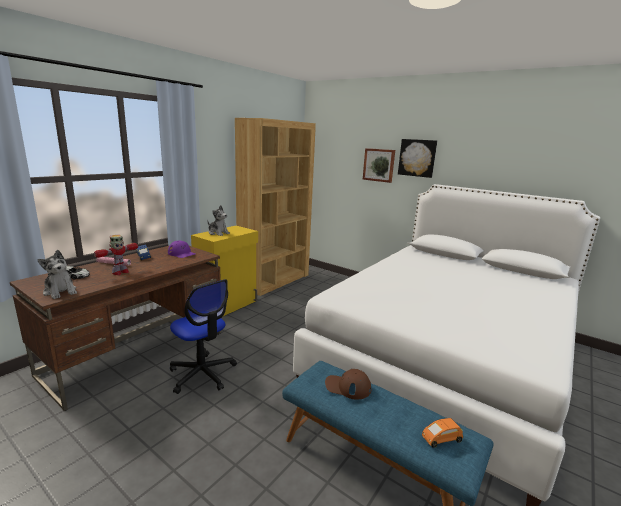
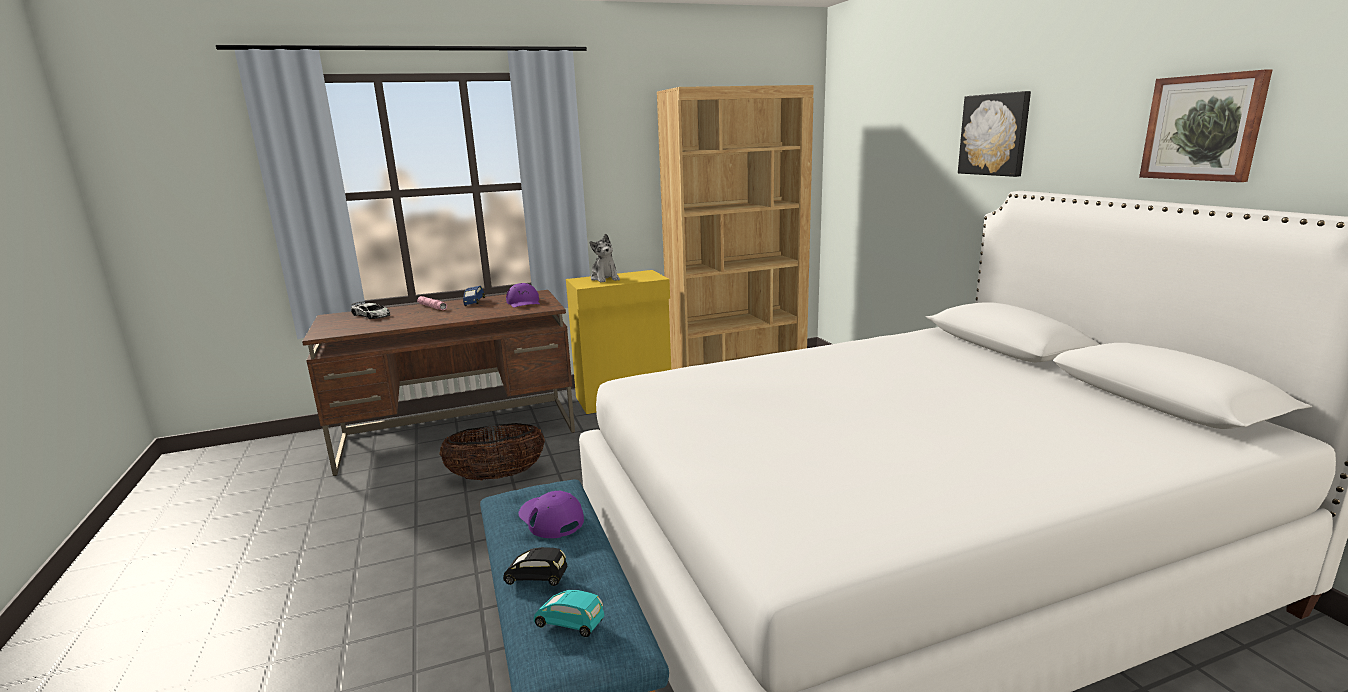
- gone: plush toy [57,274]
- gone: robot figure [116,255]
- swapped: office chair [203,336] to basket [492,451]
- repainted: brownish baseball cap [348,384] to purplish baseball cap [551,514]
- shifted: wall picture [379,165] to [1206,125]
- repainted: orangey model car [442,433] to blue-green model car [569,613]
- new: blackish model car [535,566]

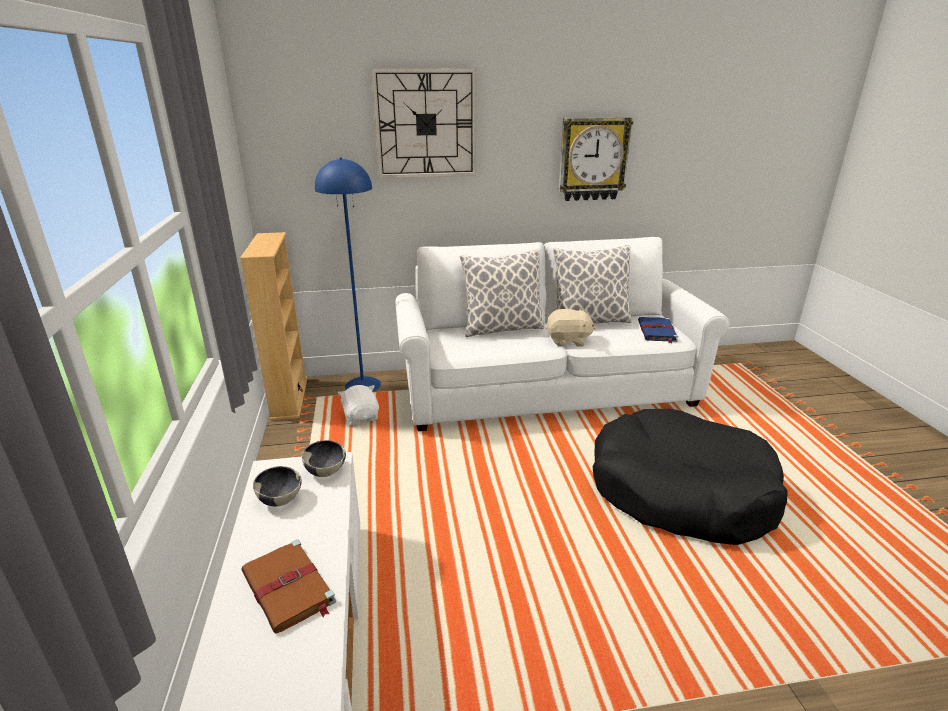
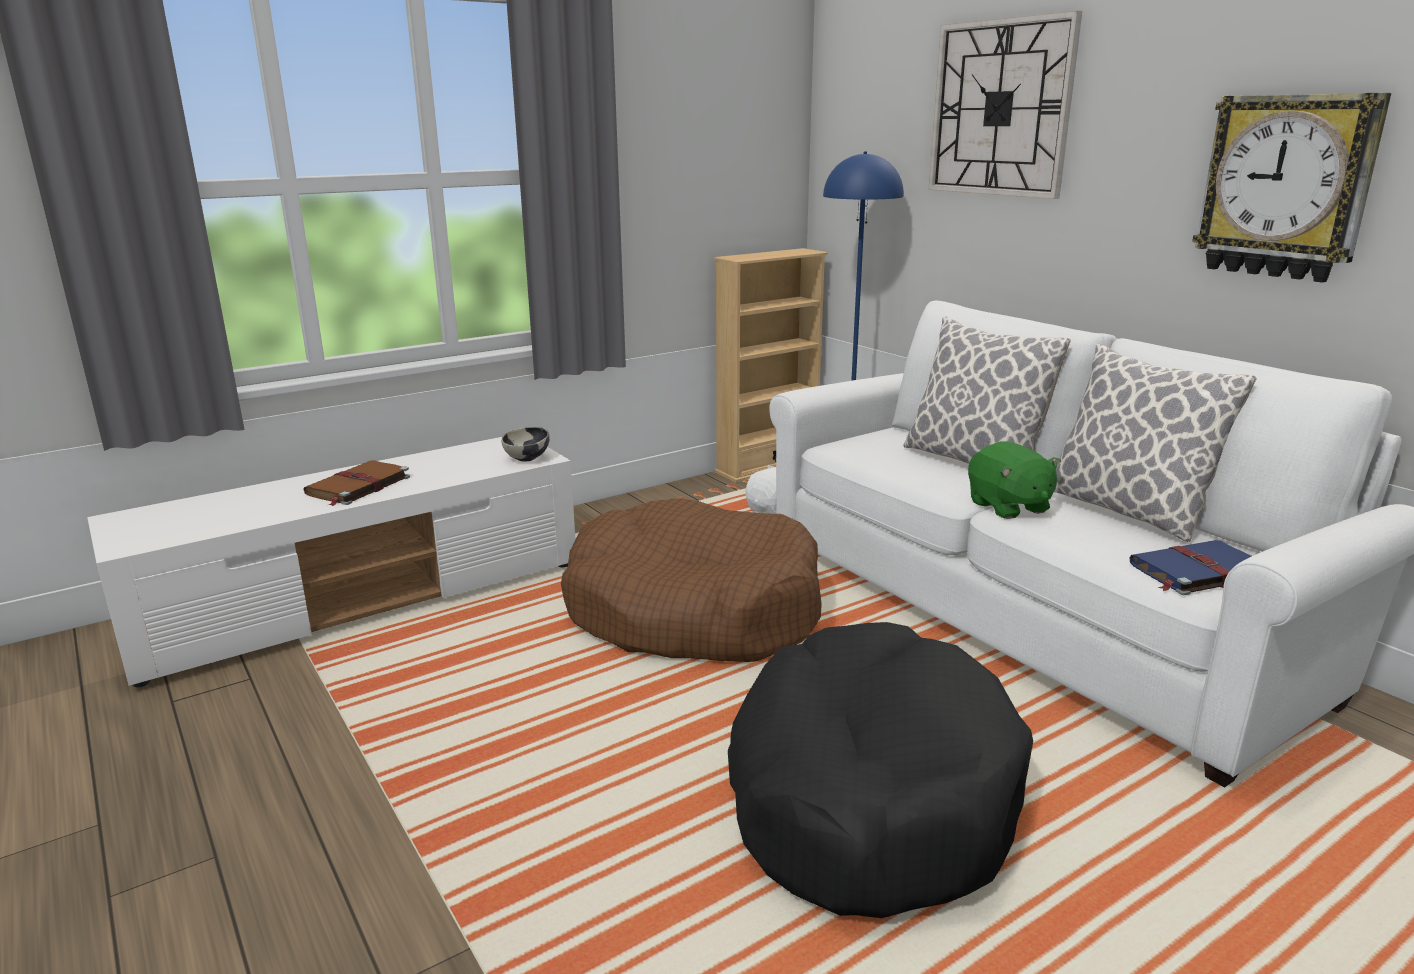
- gone: serving bowl [277,486]
- repainted: beige-coloured plush toy [571,327] to greenish plush toy [1014,480]
- new: brownish pet bed [691,580]

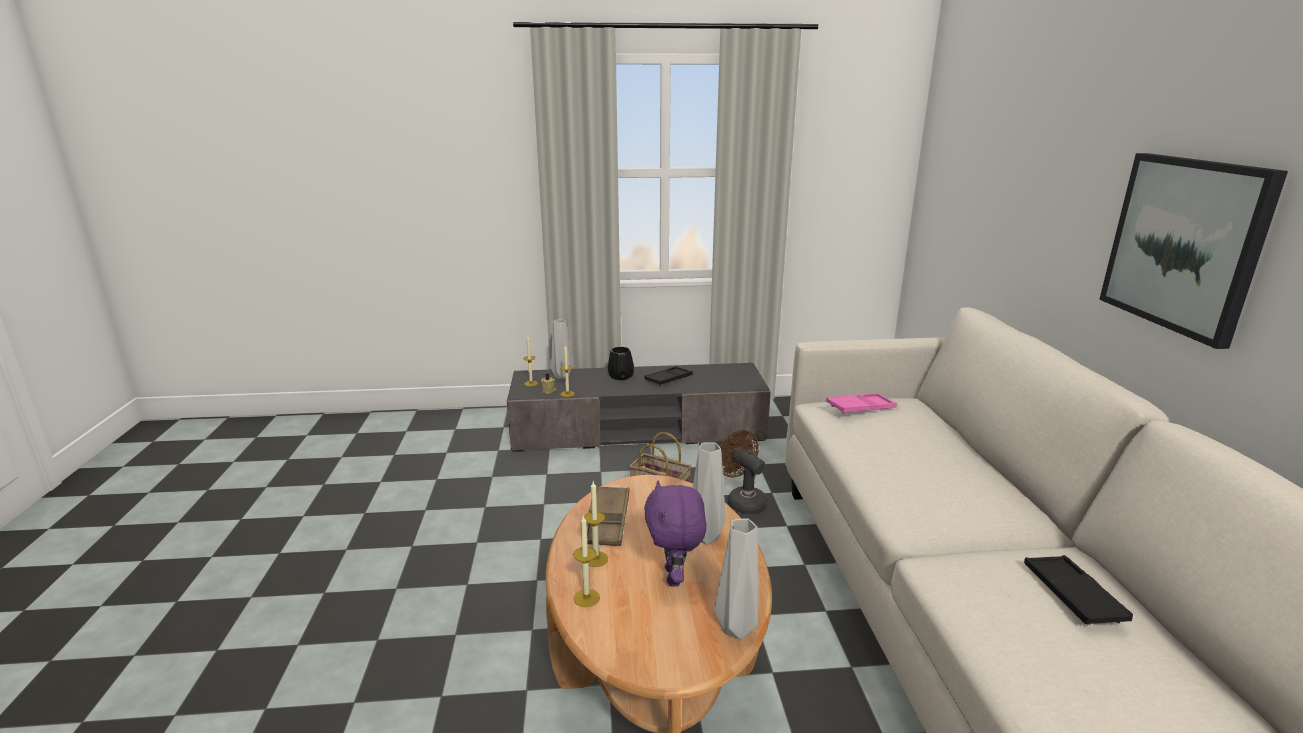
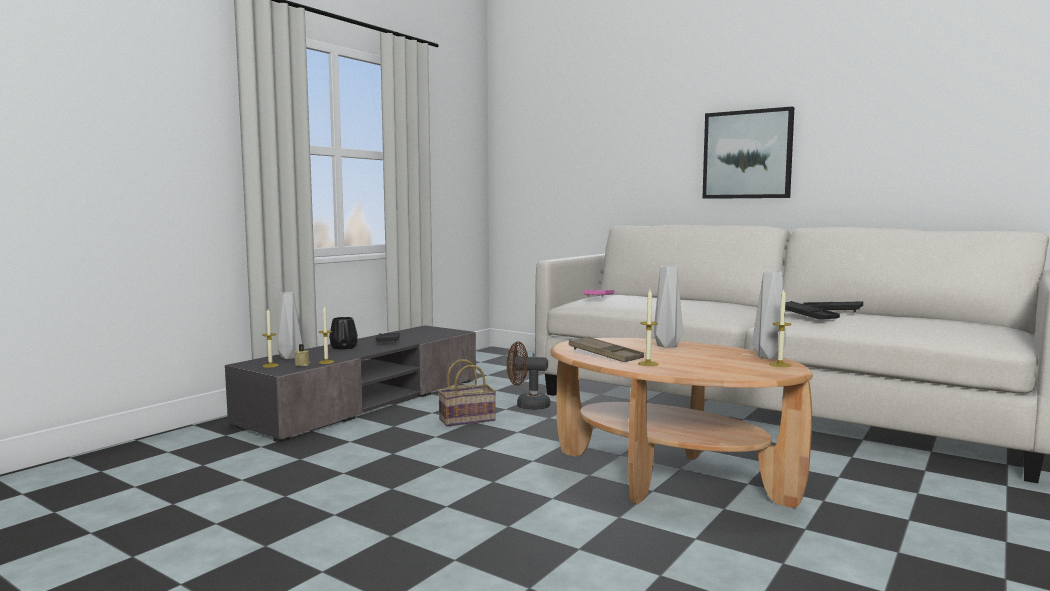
- shifted: candle [586,561] to [780,328]
- gone: purplish plush toy [675,534]
- new: blackish tray [812,310]

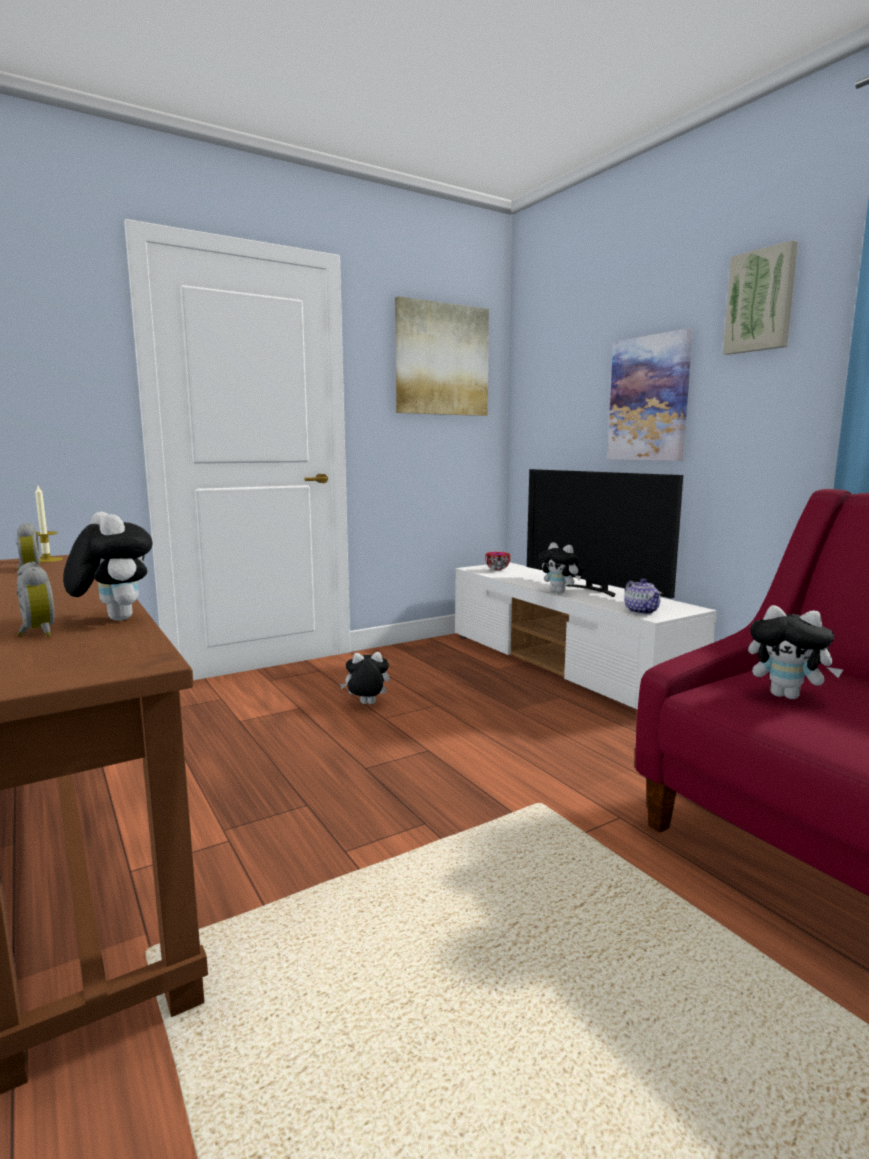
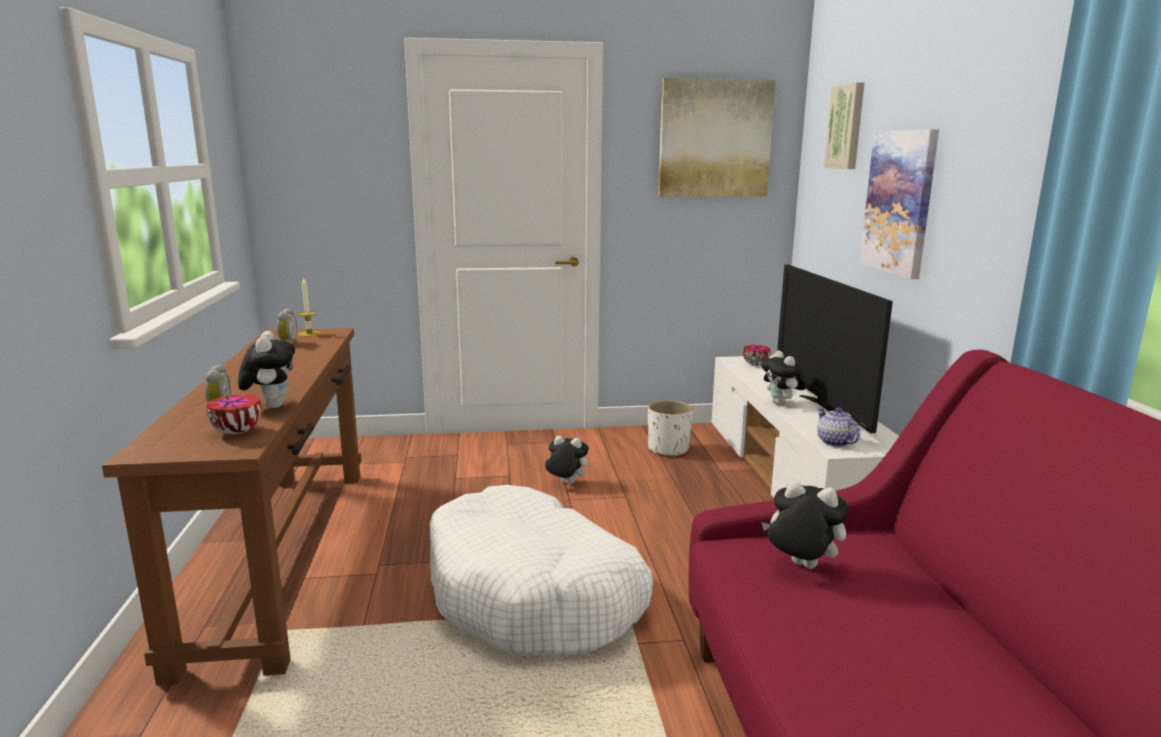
- rotated: tea pot [643,596] = [838,427] 150 degrees clockwise
- shifted: wall picture [760,297] to [844,125]
- rotated: plush toy [796,652] = [805,524] 150 degrees clockwise
- new: serving bowl [233,414]
- new: white pet bed [541,570]
- new: white plant pot [670,428]

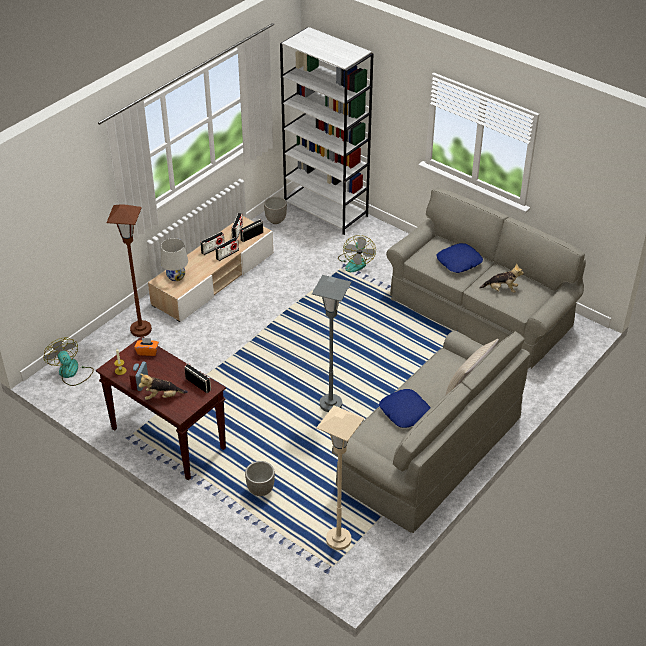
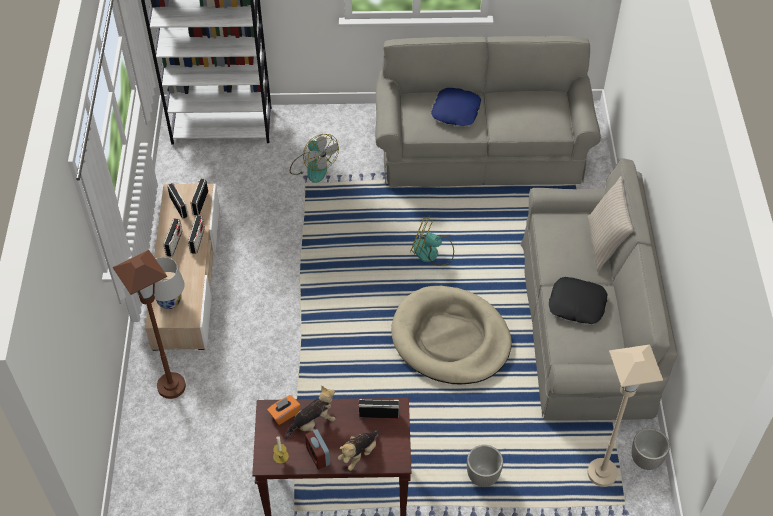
- shifted: cooling fan [68,361] to [432,240]
- shifted: plant pot [275,210] to [651,449]
- swapped: greyish floor lamp [331,343] to beige-coloured pet bed [451,335]
- repainted: bluish throw pillow [405,408] to blackish throw pillow [578,300]
- shifted: plush toy [502,278] to [310,412]

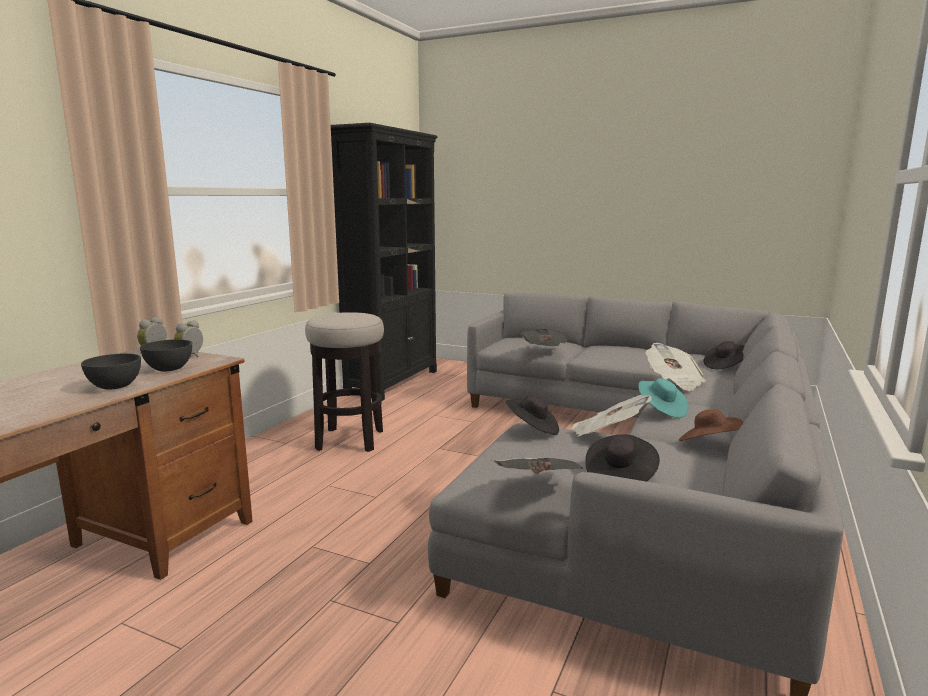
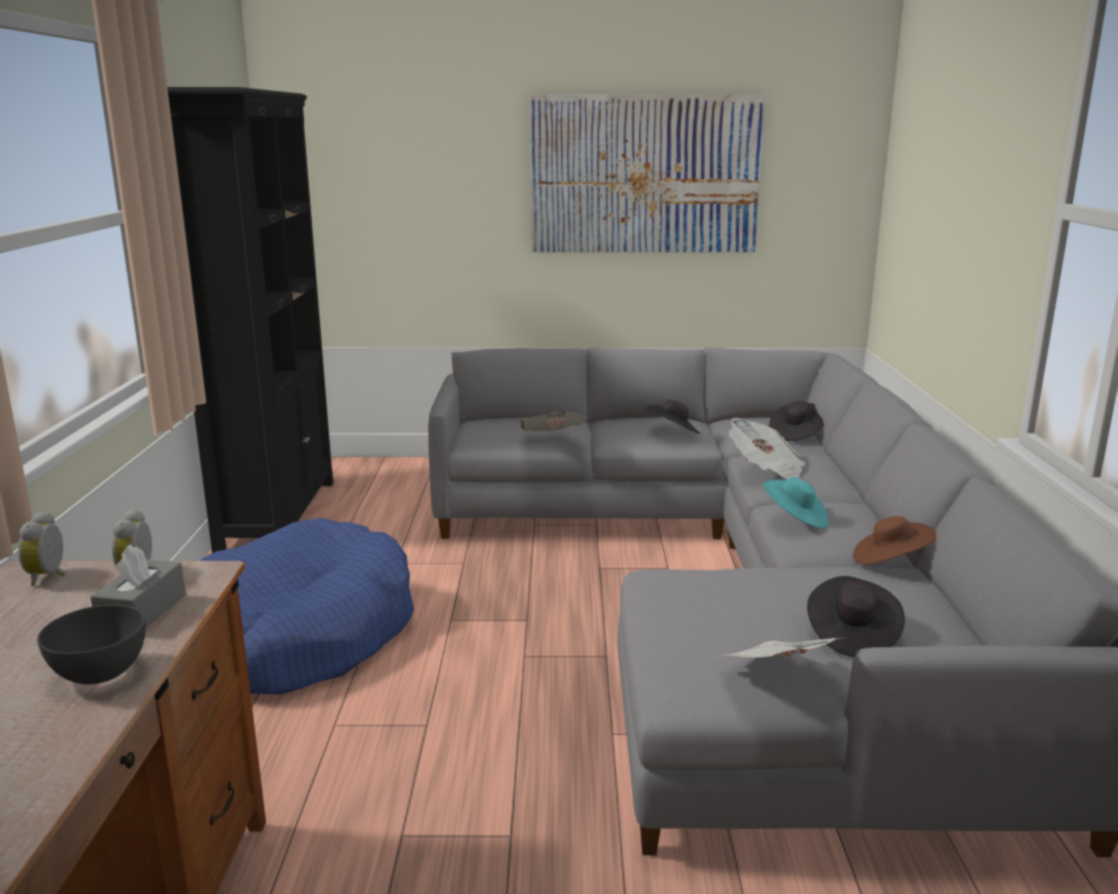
- swapped: greyish serving bowl [166,355] to greyish tissue box [138,586]
- swapped: sitting stool [344,382] to bluish pet bed [307,606]
- shifted: blackish wearable hat [532,415] to [673,417]
- gone: newspaper [612,416]
- new: wall picture [647,173]

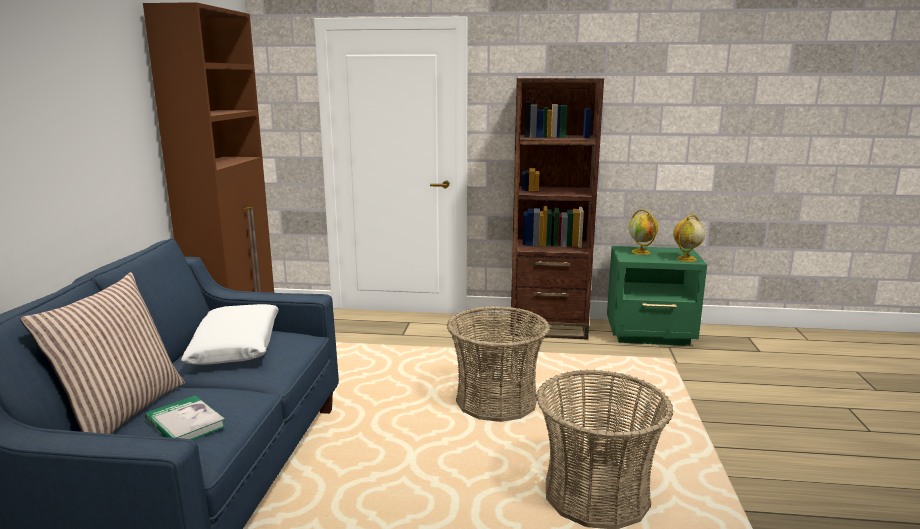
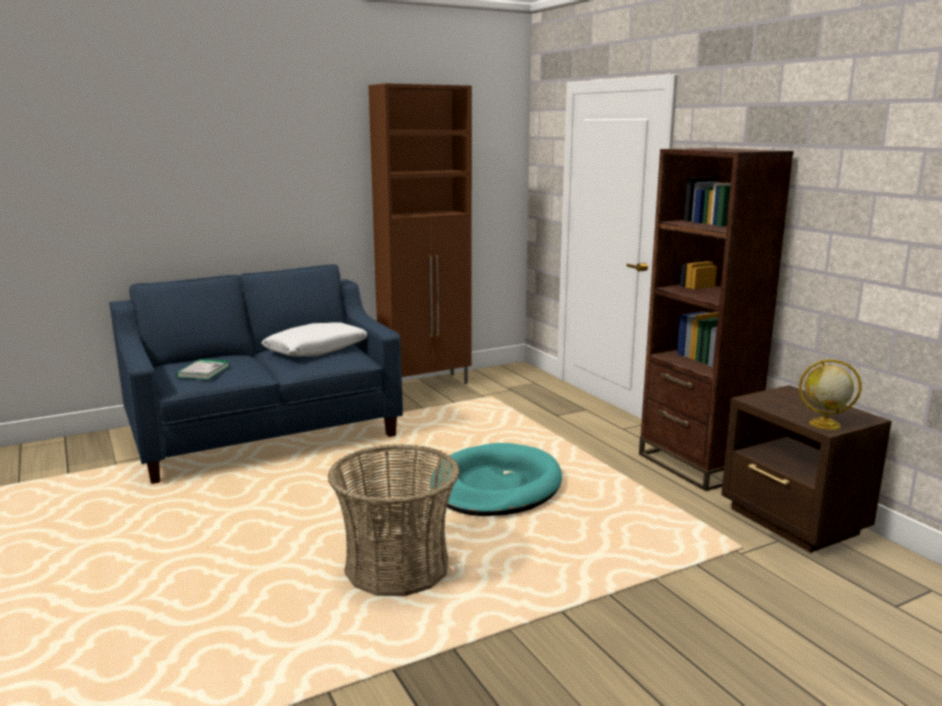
- gone: throw pillow [102,353]
- swapped: basket [498,364] to blue-green pet bed [496,479]
- repainted: greenish bedside table [657,296] to brownish bedside table [806,469]
- gone: world globe [644,232]

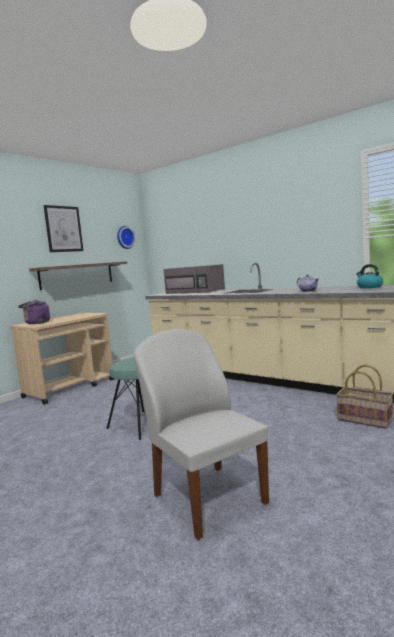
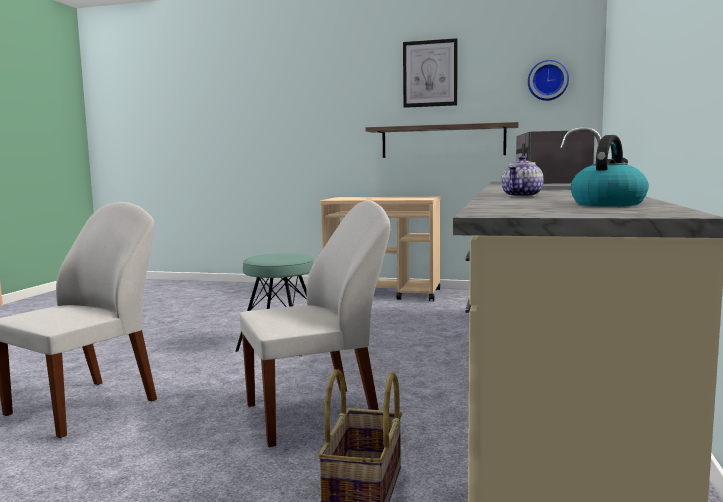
- gone: purplish tea kettle [34,312]
- new: white plain chair [315,324]

